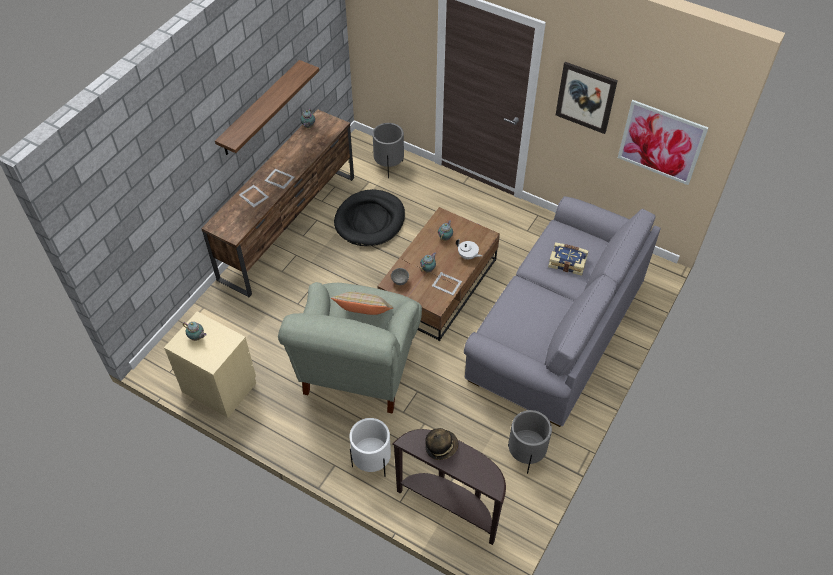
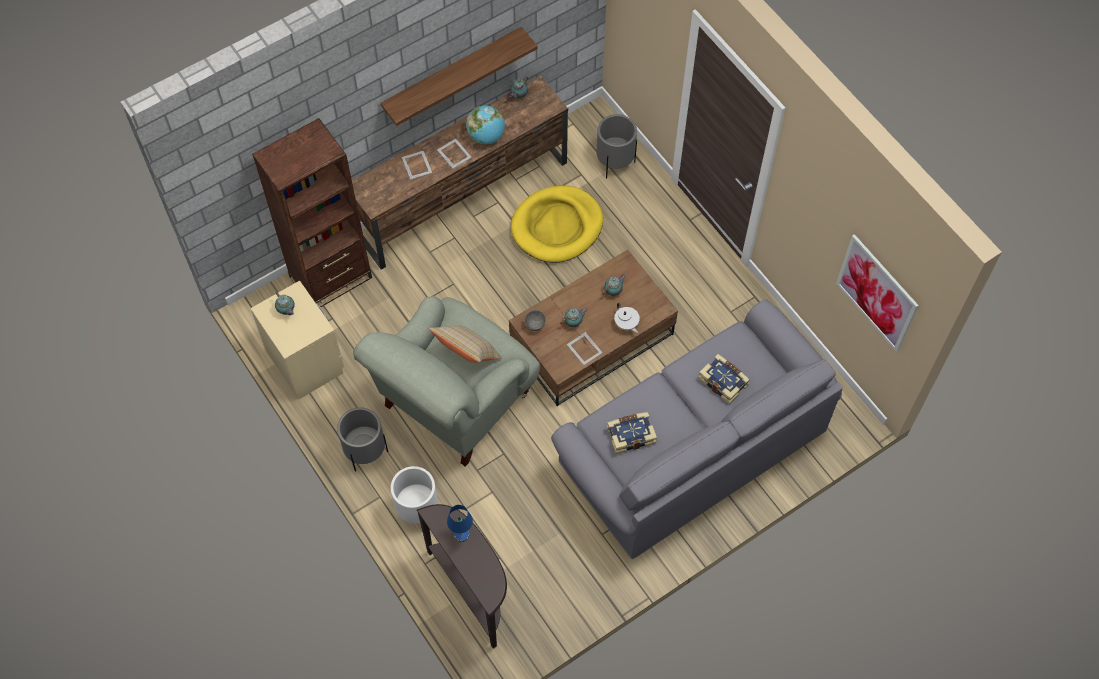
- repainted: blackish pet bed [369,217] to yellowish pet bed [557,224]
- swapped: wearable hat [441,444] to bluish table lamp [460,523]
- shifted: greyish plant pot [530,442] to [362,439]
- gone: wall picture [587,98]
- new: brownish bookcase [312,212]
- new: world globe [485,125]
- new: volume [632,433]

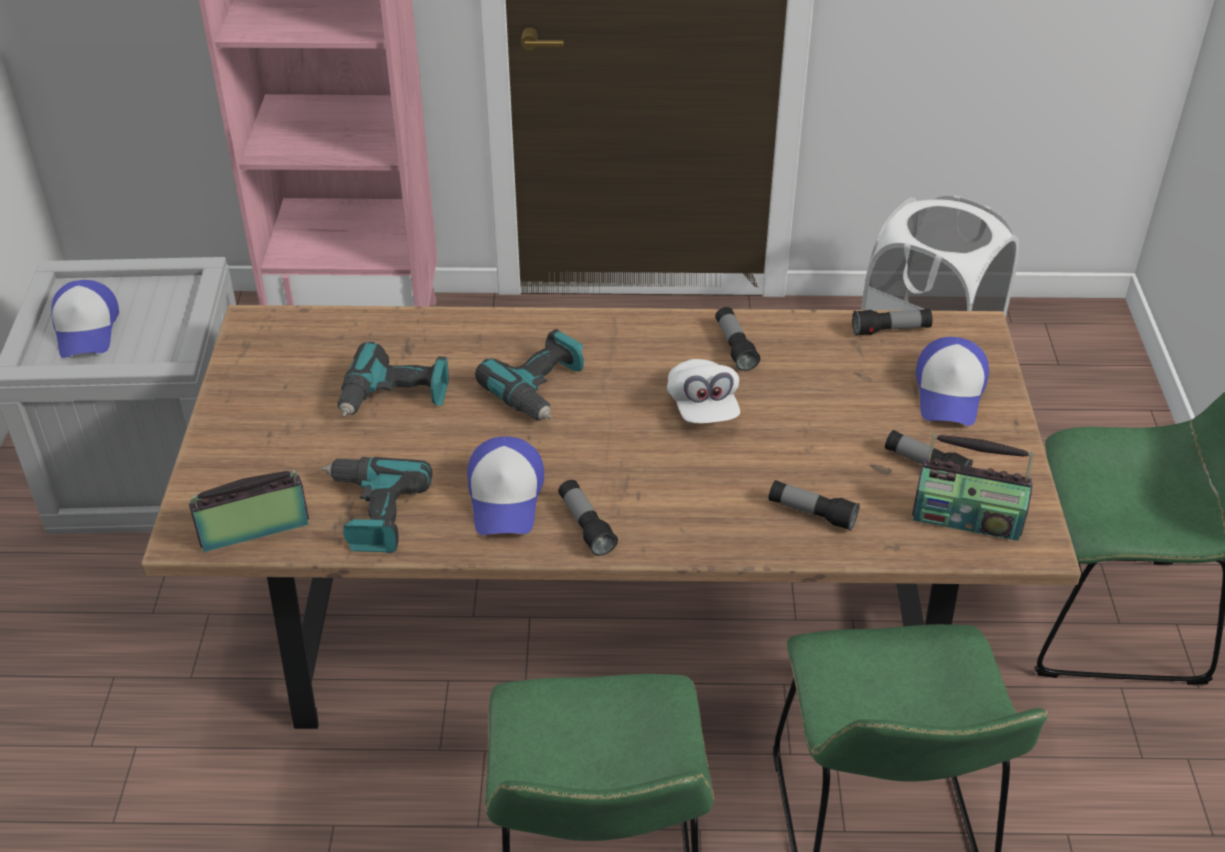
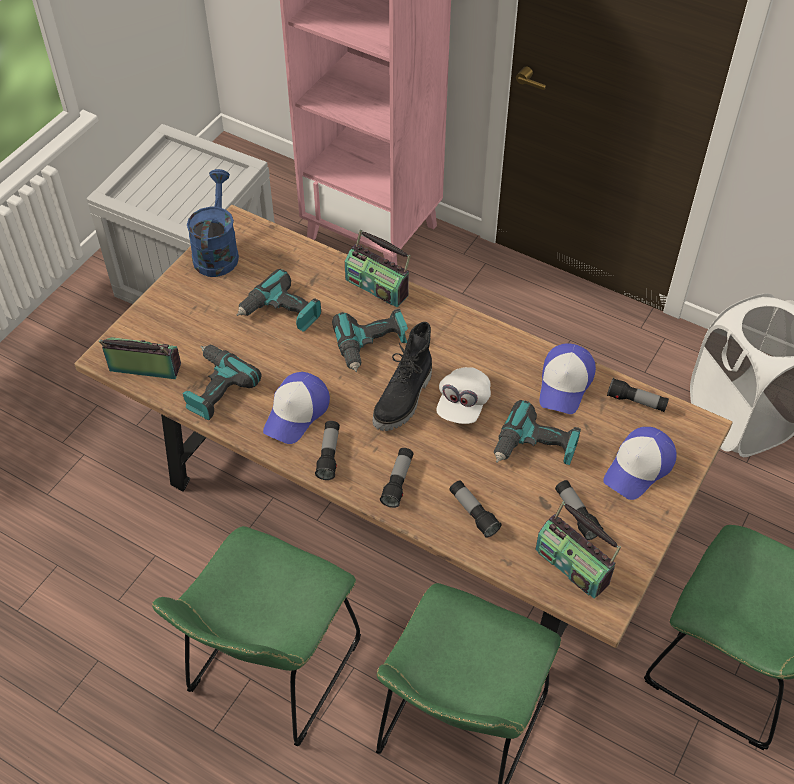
- shifted: baseball cap [85,319] to [567,378]
- shifted: flashlight [737,339] to [397,478]
- new: bluish sprinkling can [213,223]
- new: radio receiver [378,268]
- new: blackish high-top boot [402,376]
- new: drill [537,432]

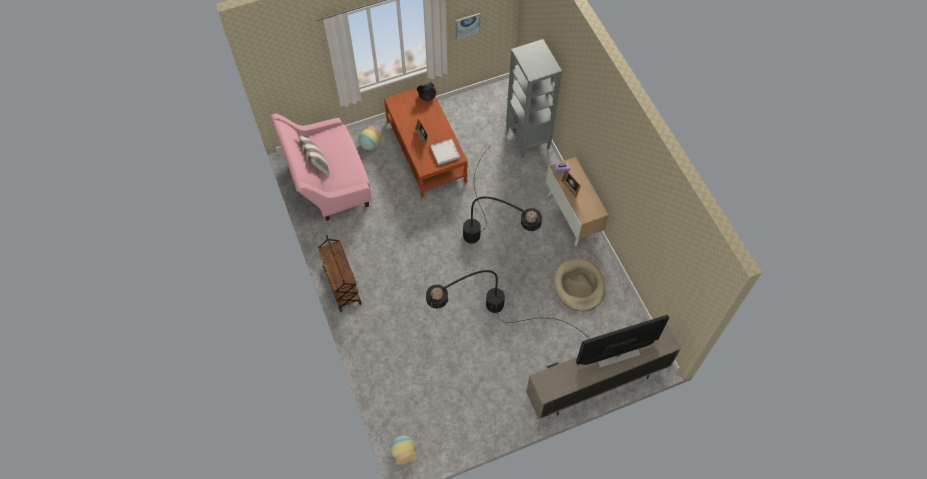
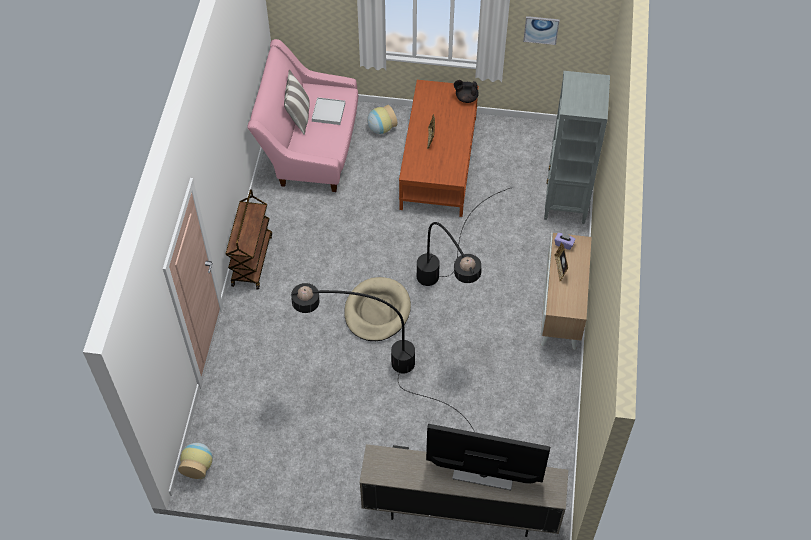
- shifted: white tray [445,151] to [328,111]
- shifted: beige-coloured pet bed [579,284] to [377,309]

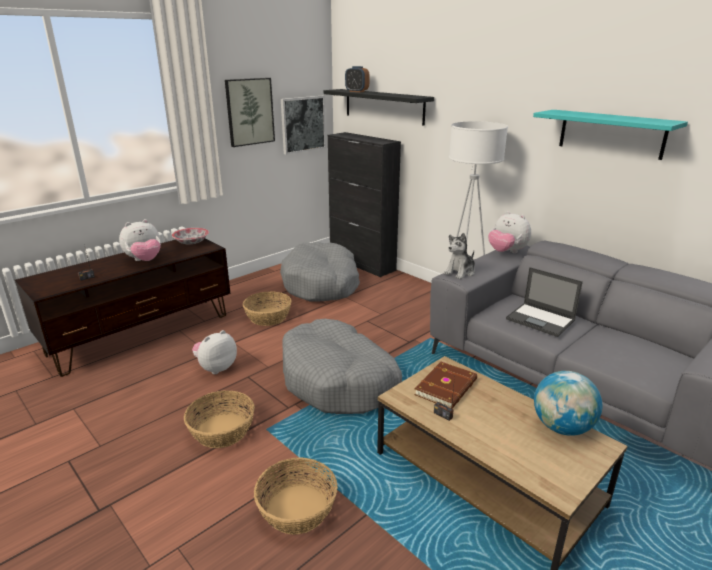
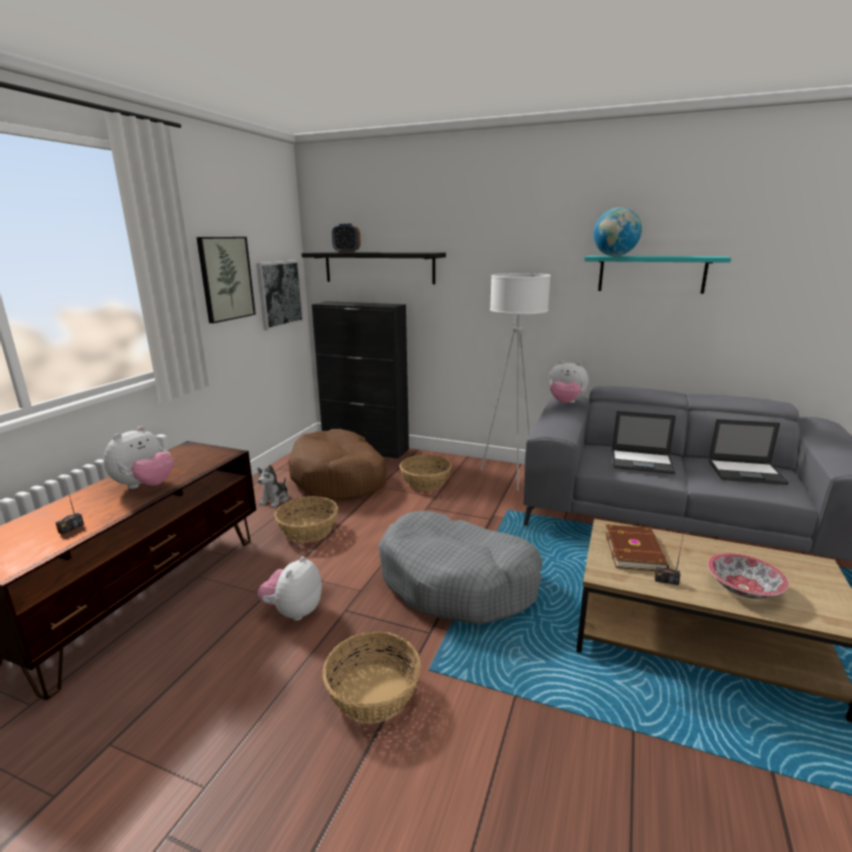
- shifted: serving bowl [190,236] to [748,576]
- shifted: basket [296,495] to [425,472]
- repainted: greyish pet bed [320,272] to brownish pet bed [337,465]
- shifted: plush toy [459,256] to [273,486]
- shifted: world globe [568,403] to [617,231]
- new: portable computer [748,452]

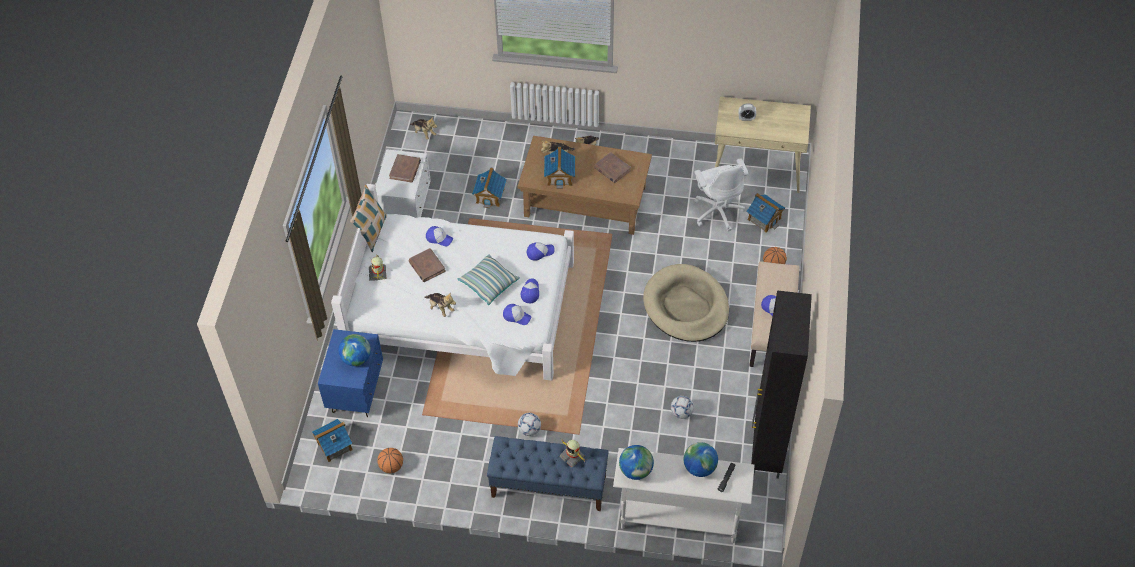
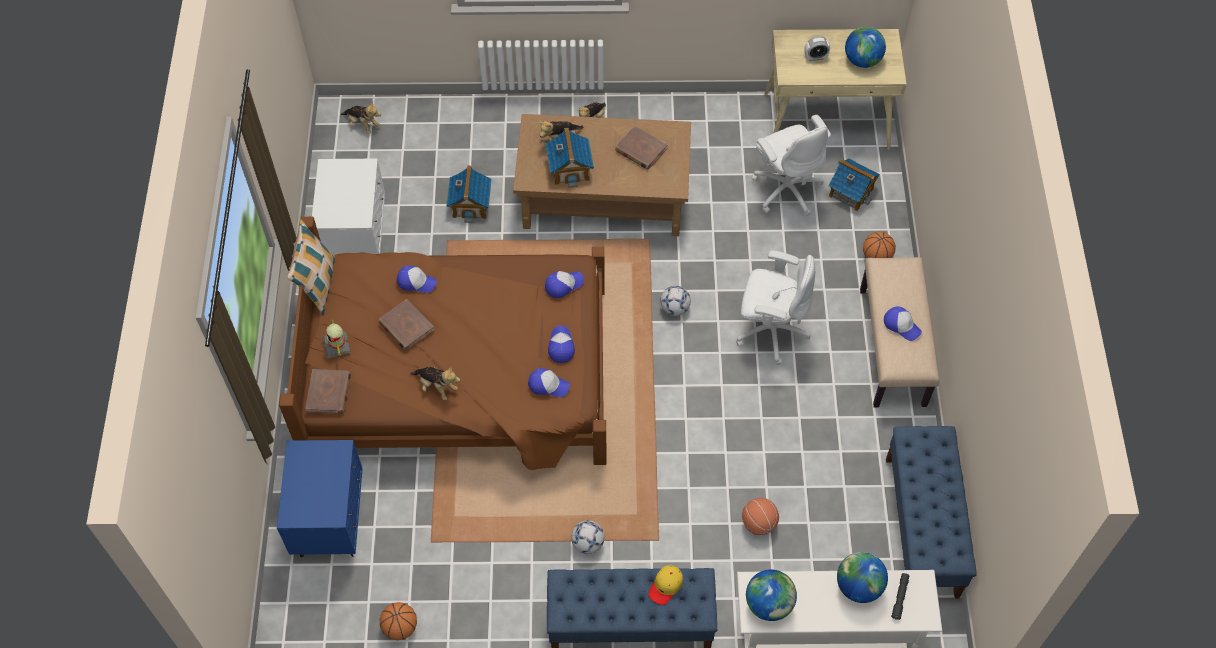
- gone: miniature house [332,440]
- repainted: white bedroom bed [452,282] to brownish bedroom bed [442,343]
- shifted: world globe [354,350] to [865,47]
- shifted: brownish volume [405,168] to [328,391]
- gone: throw pillow [488,279]
- swapped: robot figure [572,453] to yellowish baseball cap [665,585]
- swapped: beige-coloured pet bed [686,303] to white office chair [776,307]
- shifted: football ball [682,407] to [675,301]
- swapped: blackish cabinet [781,384] to bluish indoor bench [931,512]
- new: ball for basketball [760,516]

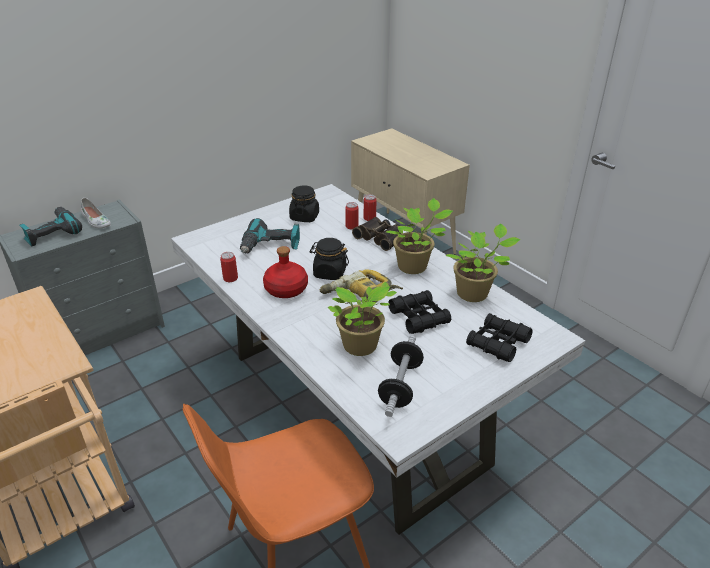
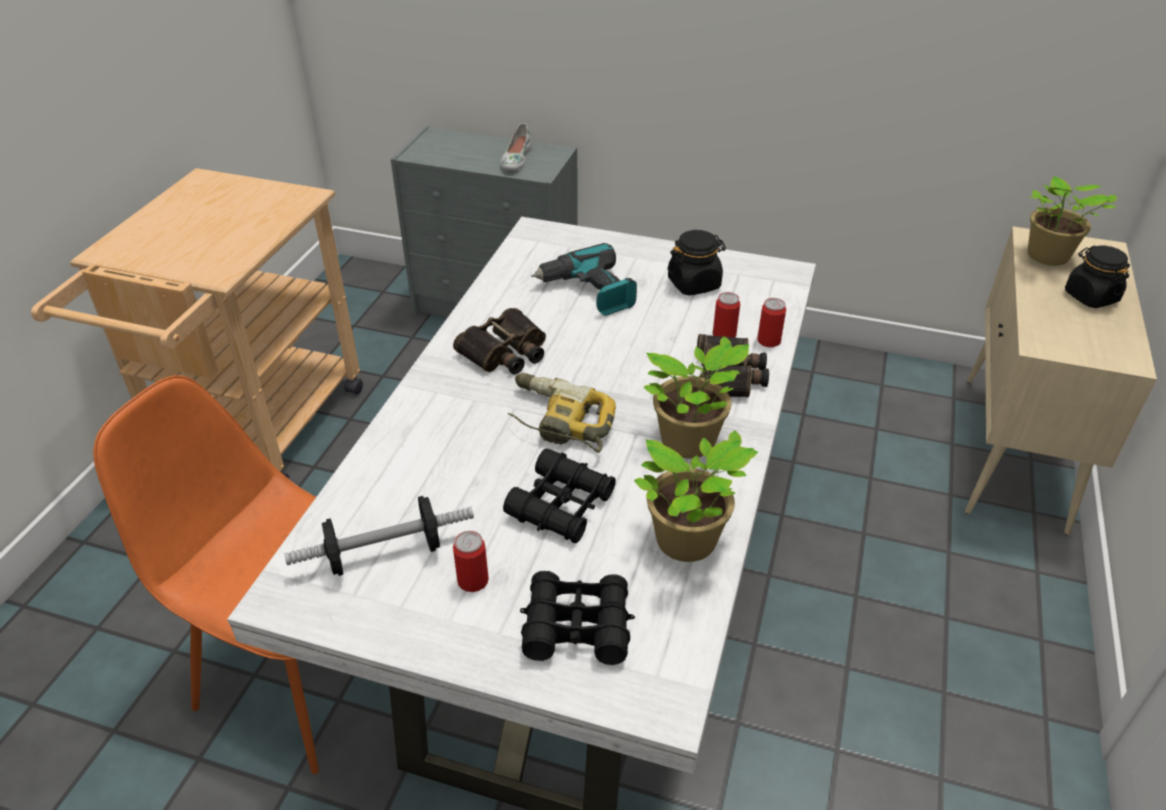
- gone: drill [50,227]
- shifted: metal can [229,267] to [471,561]
- swapped: red-coloured drink bottle [285,272] to binoculars [499,341]
- shifted: blackish preserve jar [329,259] to [1097,277]
- shifted: potted plant [362,319] to [1072,221]

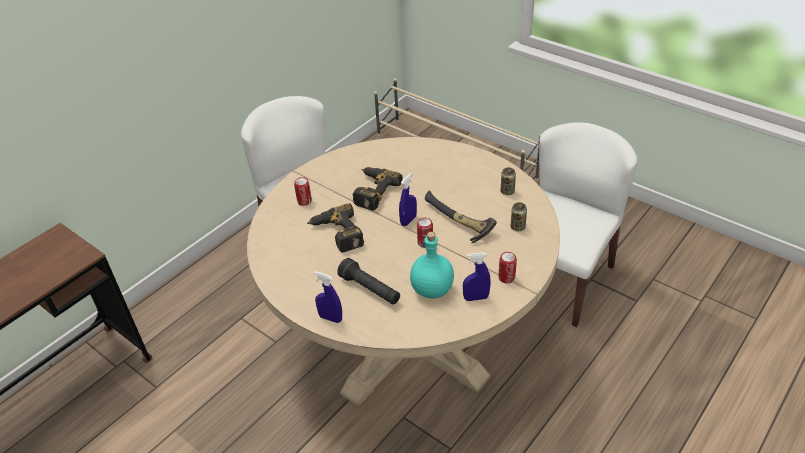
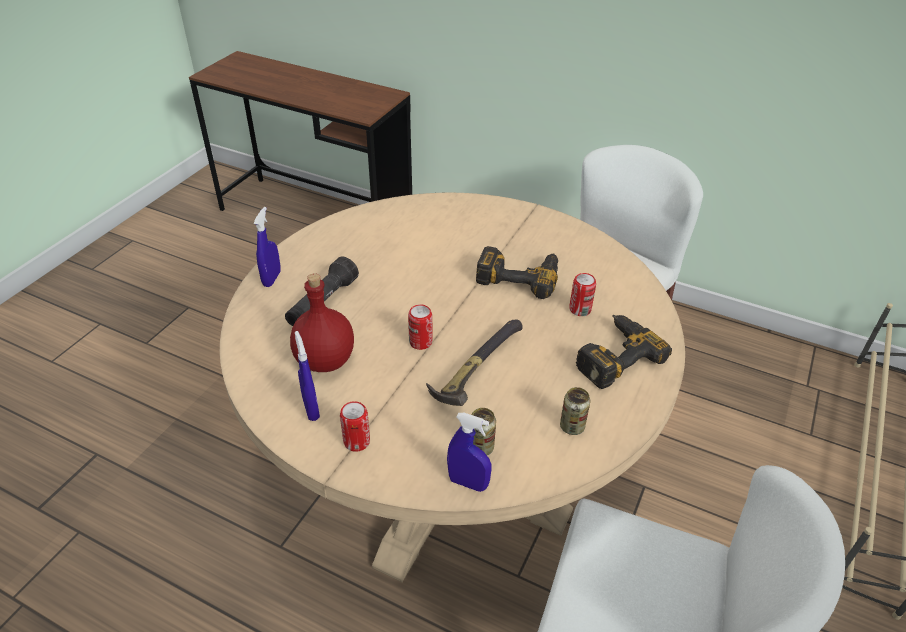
- shifted: metal can [303,191] to [582,294]
- shifted: drill [335,228] to [624,352]
- shifted: bluish spray bottle [408,199] to [469,452]
- repainted: blue-green drink bottle [432,265] to red-coloured drink bottle [322,322]

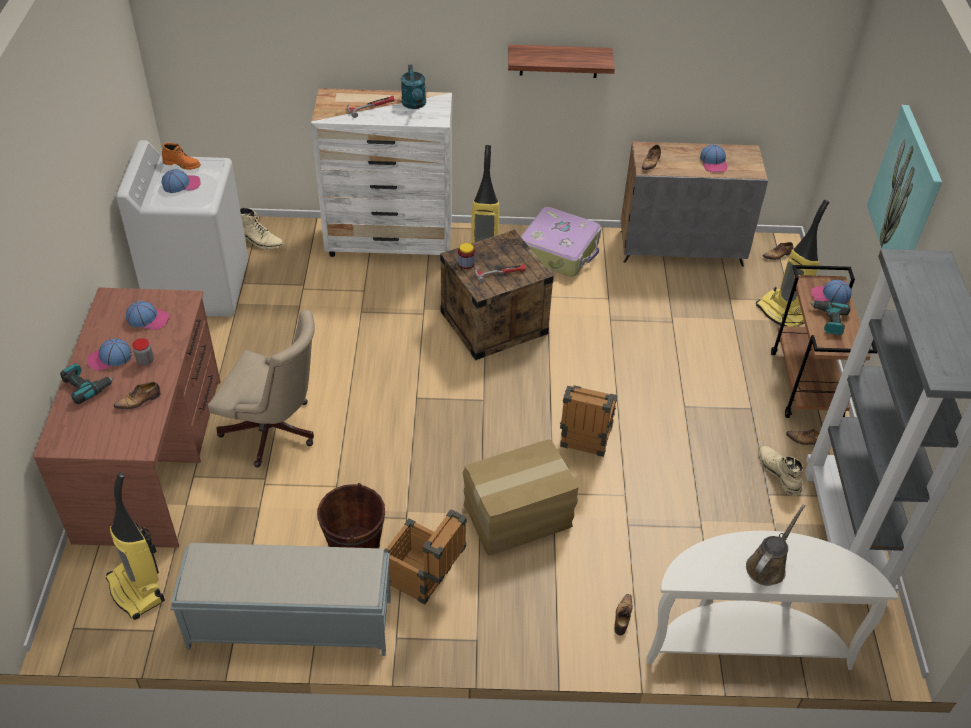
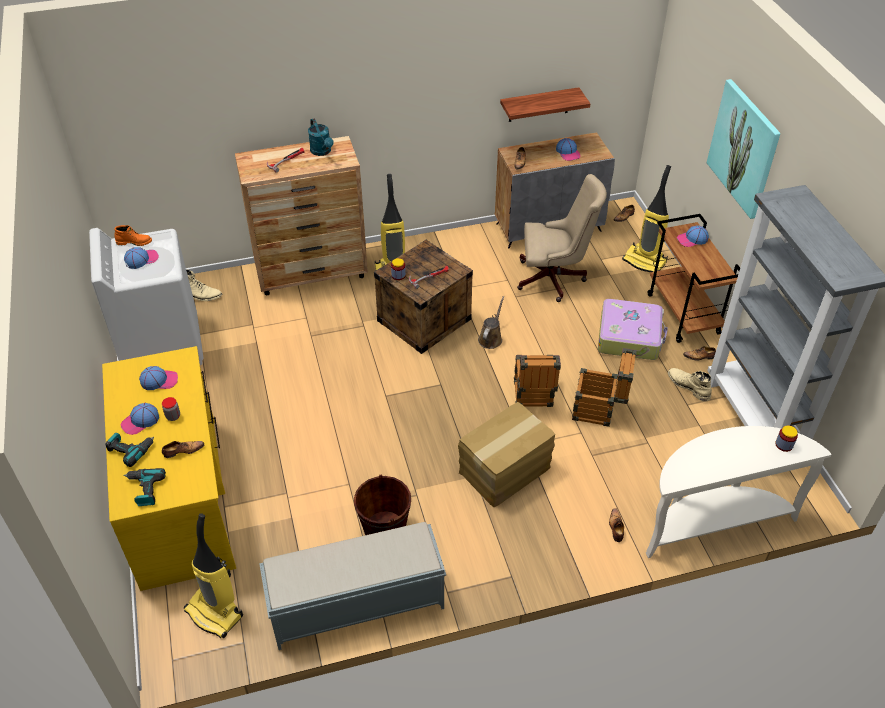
- repainted: brownish desk unit [127,417] to yellowish desk unit [169,468]
- rotated: shoe [137,395] = [183,449] 150 degrees counterclockwise
- shifted: beige-coloured office chair [261,388] to [562,238]
- repainted: white chest of drawers [381,172] to brownish chest of drawers [301,215]
- shifted: crate [425,556] to [604,387]
- shifted: shelf [561,61] to [545,104]
- shifted: piece of luggage [561,242] to [633,329]
- shifted: brownish sprinkling can [775,545] to [491,322]
- shifted: drill [830,317] to [145,487]
- new: preserve jar [786,438]

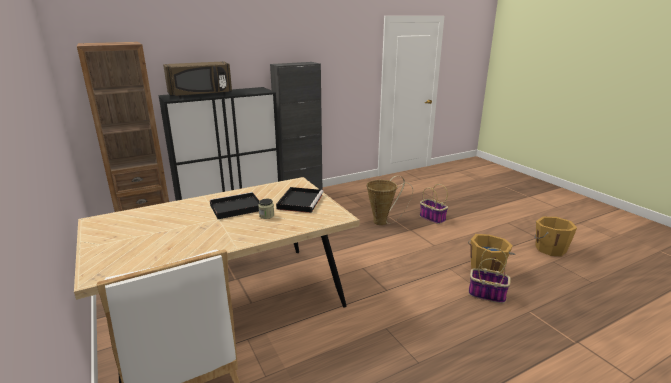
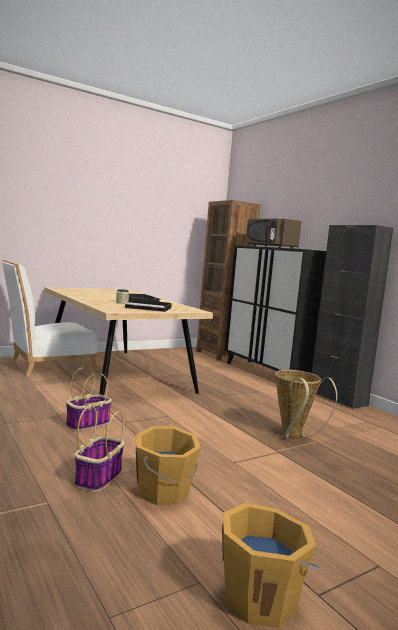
- shifted: basket [434,204] to [89,399]

